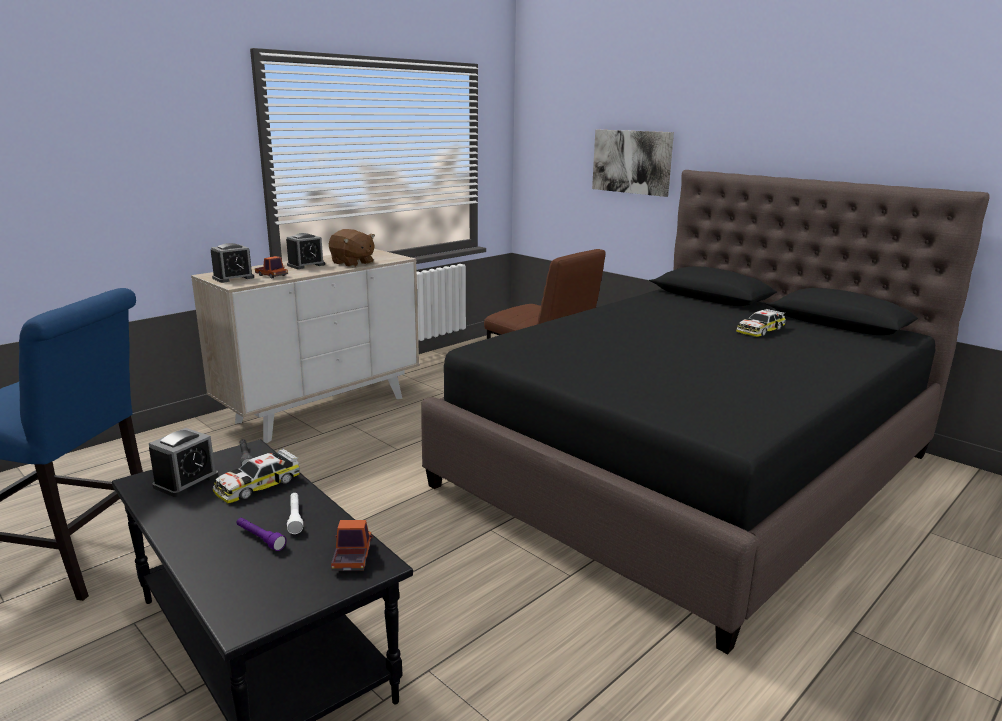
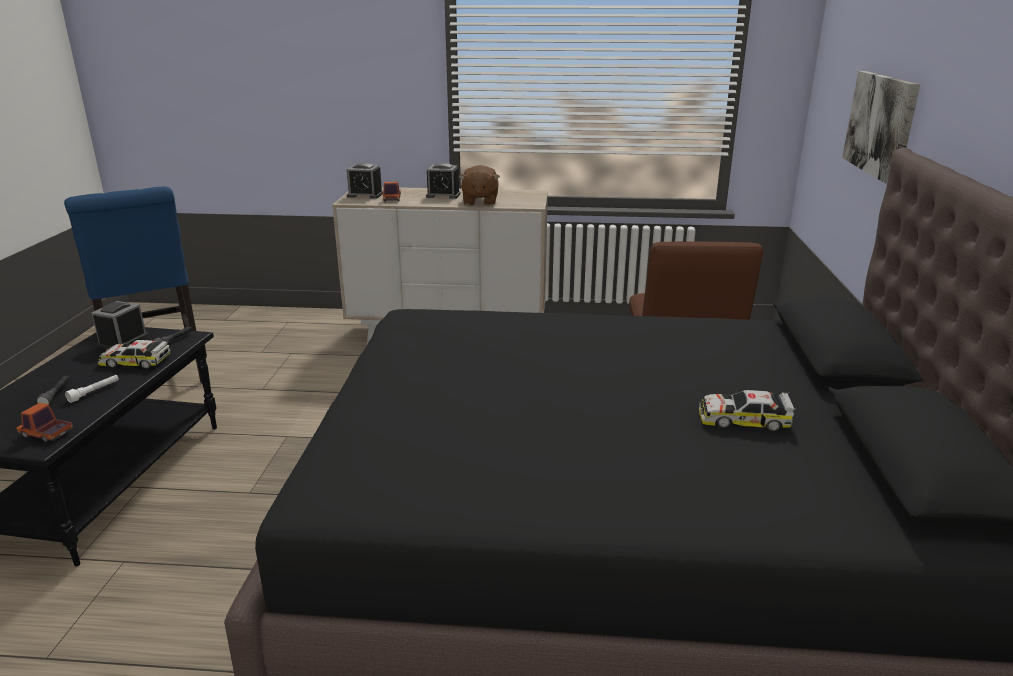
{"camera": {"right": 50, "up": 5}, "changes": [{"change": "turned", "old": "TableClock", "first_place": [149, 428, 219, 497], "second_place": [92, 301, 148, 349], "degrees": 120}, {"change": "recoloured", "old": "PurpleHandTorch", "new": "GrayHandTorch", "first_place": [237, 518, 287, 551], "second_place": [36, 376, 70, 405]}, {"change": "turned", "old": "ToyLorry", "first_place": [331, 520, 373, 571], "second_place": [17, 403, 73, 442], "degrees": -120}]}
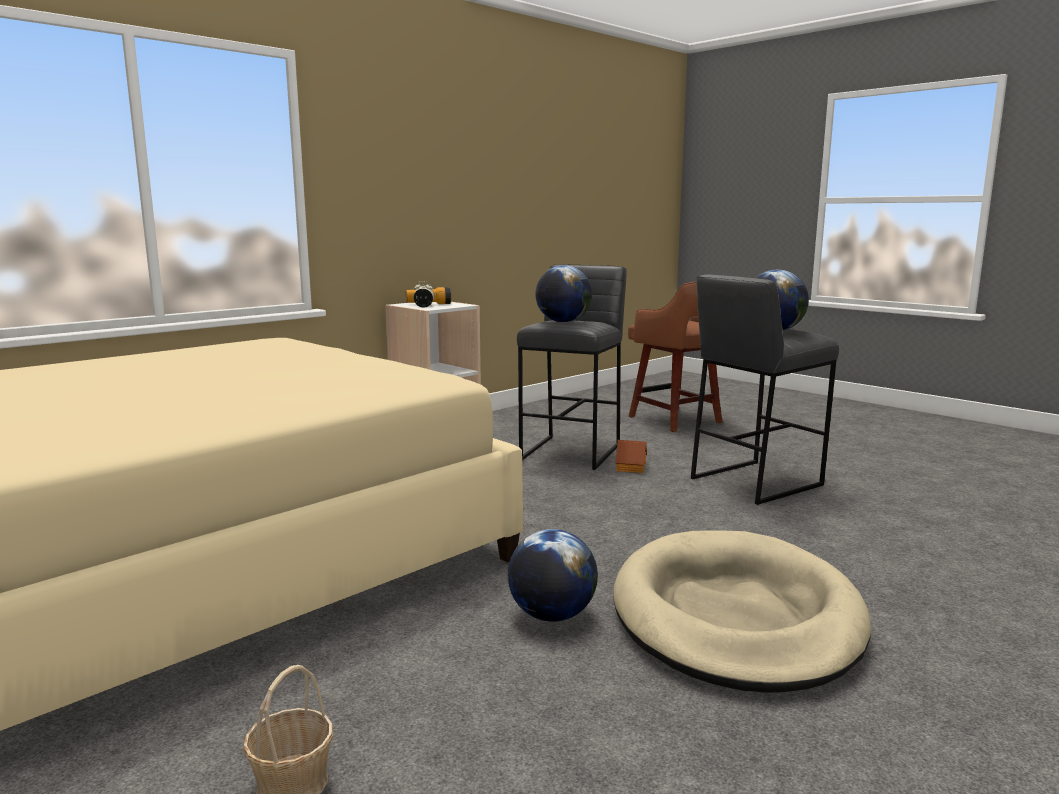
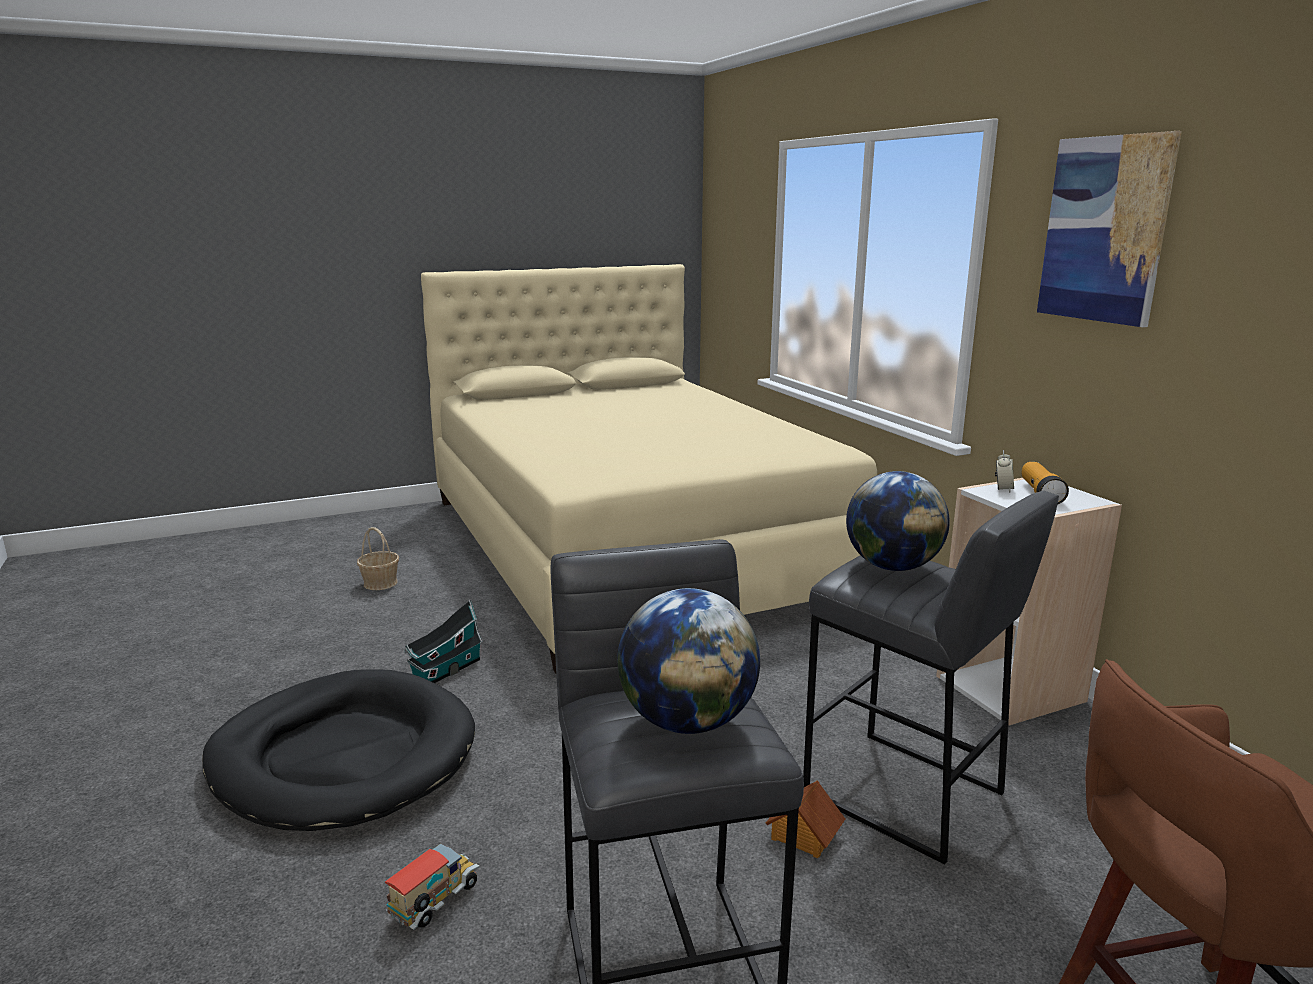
{"camera": {"right": 110, "up": 5}, "changes": [{"change": "replaced", "old": "Globe", "new": "MiniatureHouse", "first_place": [508, 529, 598, 622], "second_place": [405, 600, 483, 683]}, {"change": "recoloured", "old": "BeigeColouredDogBed", "new": "BlackColouredDogBed", "first_place": [613, 530, 871, 693], "second_place": [202, 669, 475, 831]}, {"change": "added", "new": "WallPicture", "second_place": [1037, 131, 1182, 327]}, {"change": "added", "new": "ToyLorry", "second_place": [385, 844, 480, 930]}]}
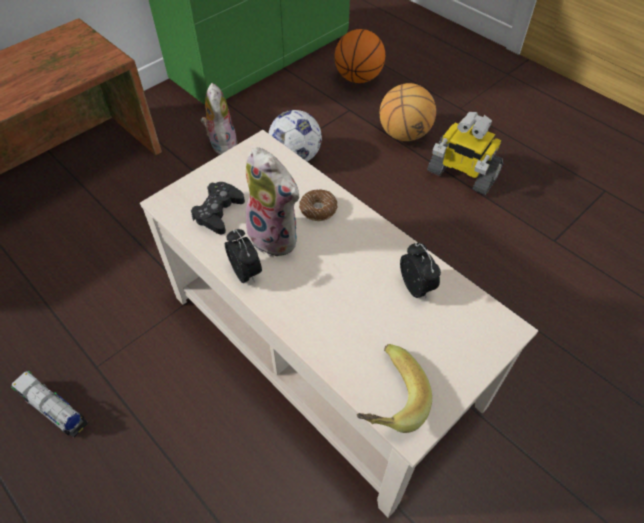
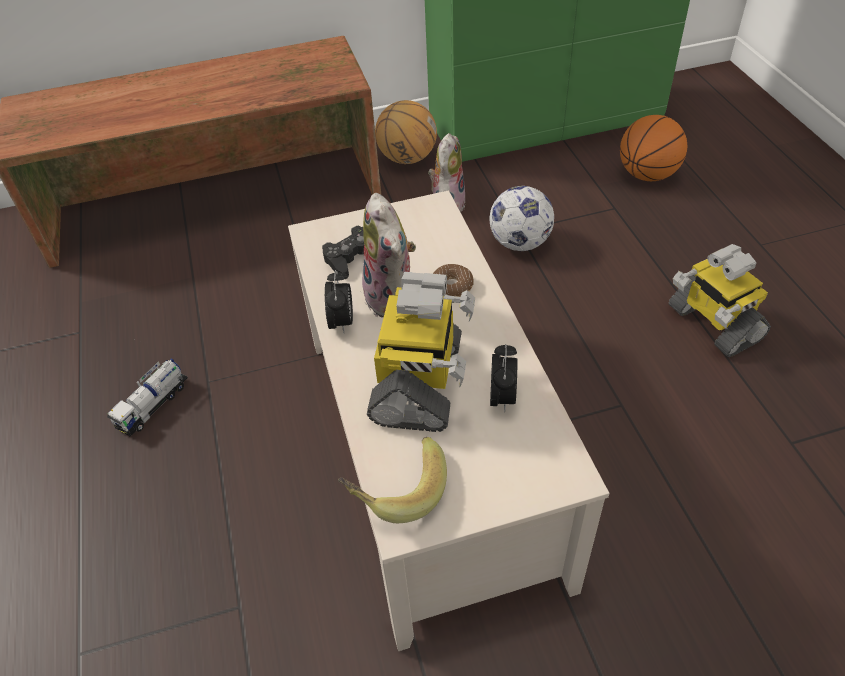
{"camera": {"right": 30, "up": -5}, "changes": [{"change": "moved", "old": "BasketballBall", "first_place": [380, 83, 436, 141], "second_place": [375, 100, 437, 164]}, {"change": "turned", "old": "ToyLorry", "first_place": [11, 371, 88, 437], "second_place": [107, 359, 188, 436], "degrees": -120}, {"change": "added", "new": "RobotFigure", "second_place": [367, 272, 475, 432]}]}
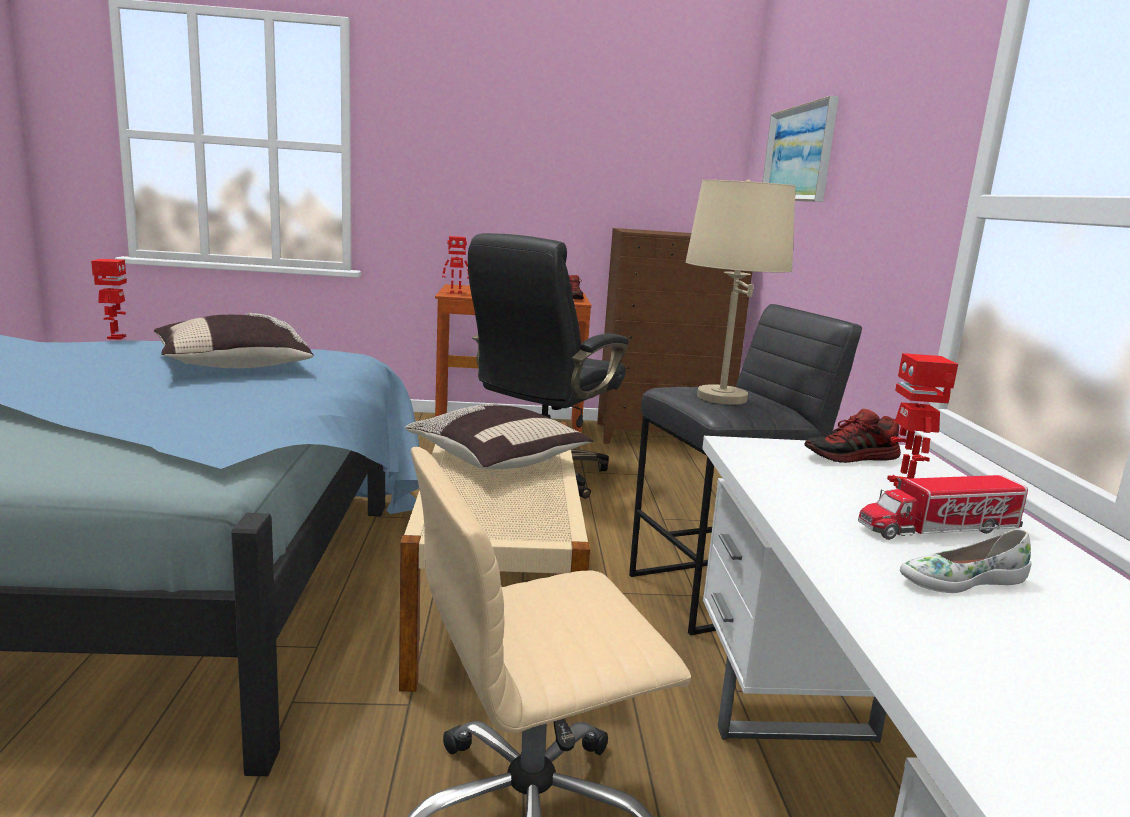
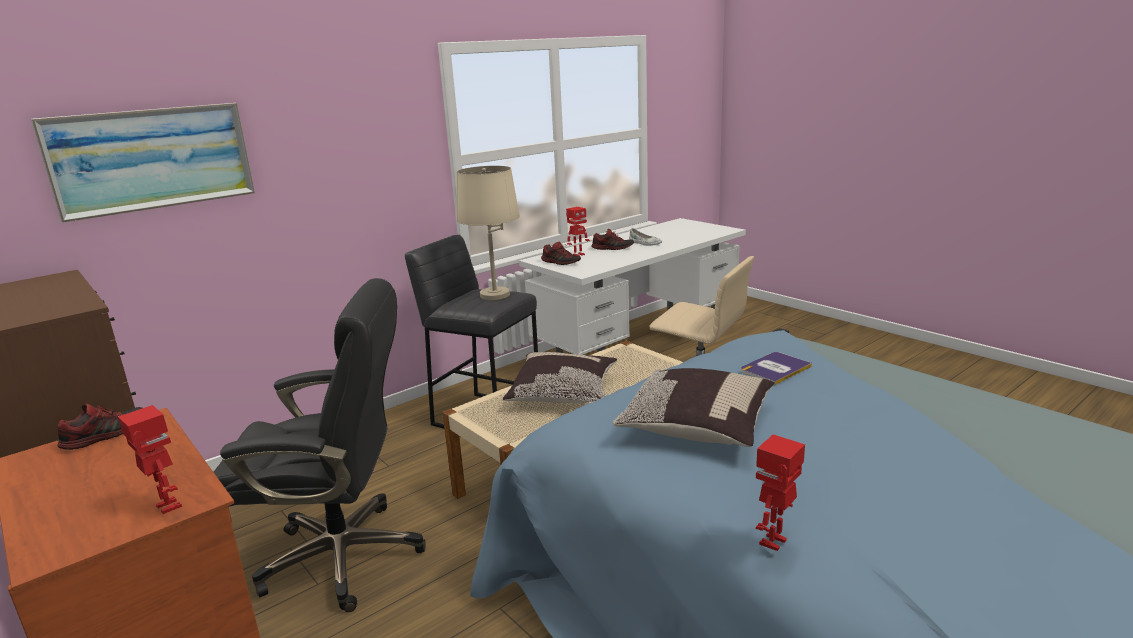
{"camera": {"right": -125, "up": 5}, "changes": [{"change": "replaced", "old": "ToyLorry", "new": "ItemOfFootwear", "first_place": [858, 475, 1028, 540], "second_place": [591, 229, 634, 250]}, {"change": "added", "new": "BoundBook", "second_place": [741, 352, 812, 385]}]}
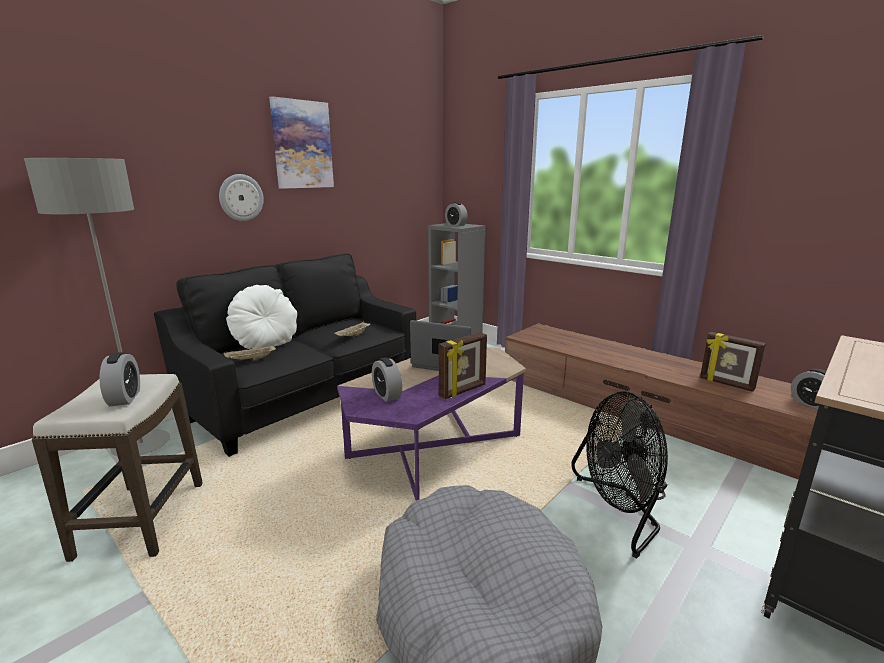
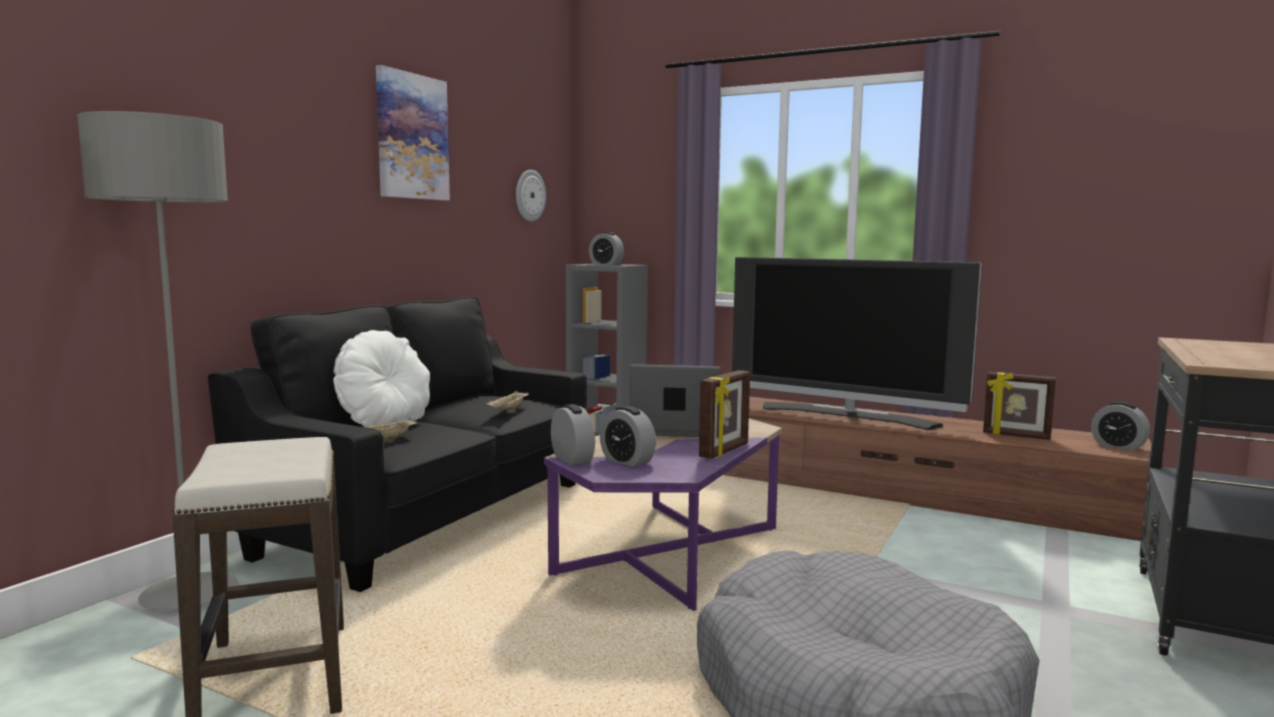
{"camera": {"right": -15, "up": -10}, "changes": [{"change": "moved", "old": "WallClock", "first_place": [219, 174, 264, 221], "second_place": [516, 170, 546, 222]}, {"change": "moved", "old": "TableClock", "first_place": [99, 352, 140, 406], "second_place": [551, 404, 595, 465]}, {"change": "removed", "old": "BlackColouredElectricFan", "first_place": [571, 392, 669, 559]}, {"change": "added", "new": "Tv", "second_place": [732, 257, 982, 430]}]}
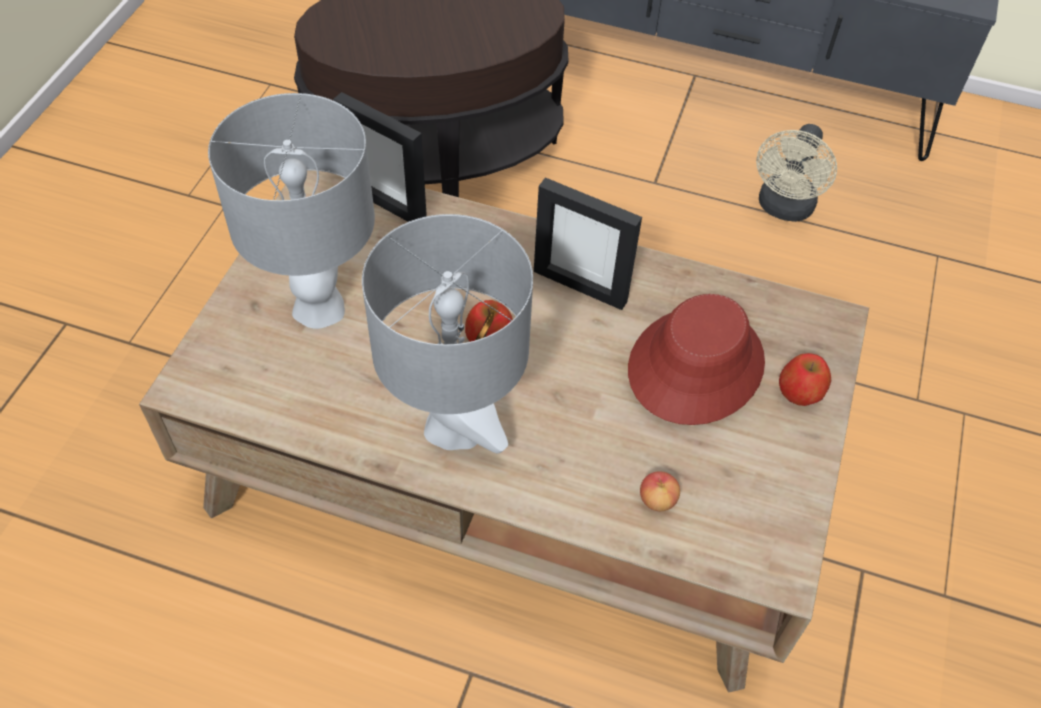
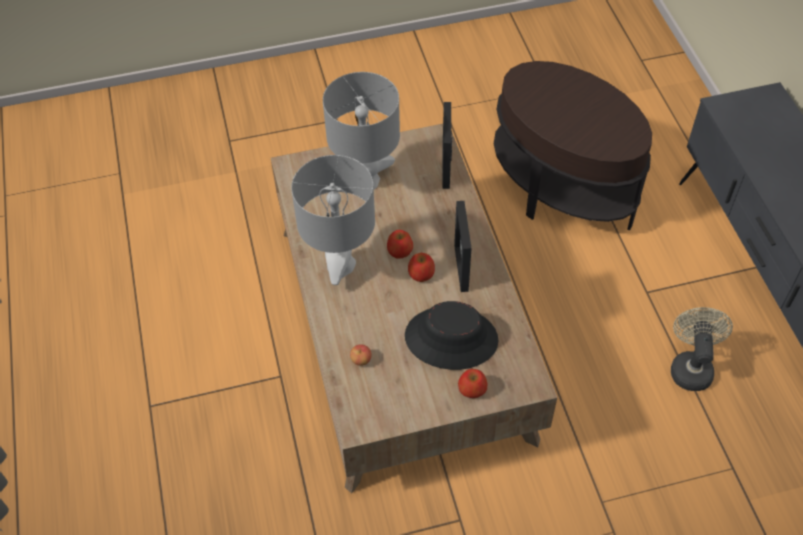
{"camera": {"right": 60, "up": 0}, "changes": [{"change": "turned", "old": "BeigeColouredElectricFan", "first_place": [756, 124, 837, 222], "second_place": [671, 307, 733, 391], "degrees": 105}, {"change": "recoloured", "old": "RedWearableHat", "new": "BlackColouredWearableHat", "first_place": [628, 294, 765, 425], "second_place": [405, 301, 499, 370]}, {"change": "added", "new": "Apple", "second_place": [408, 253, 435, 282]}]}
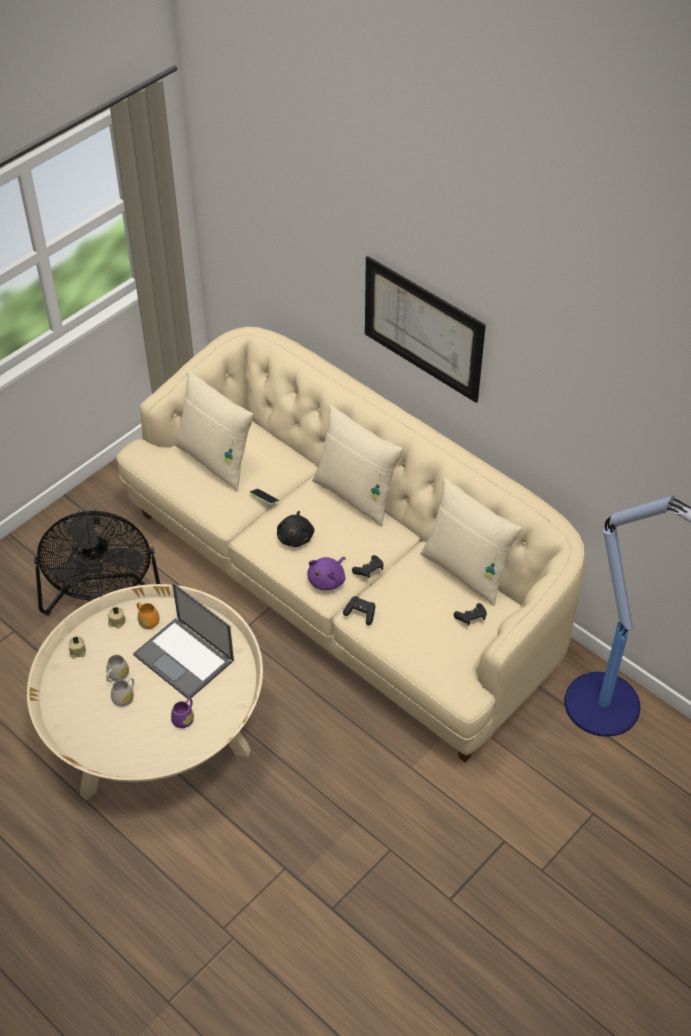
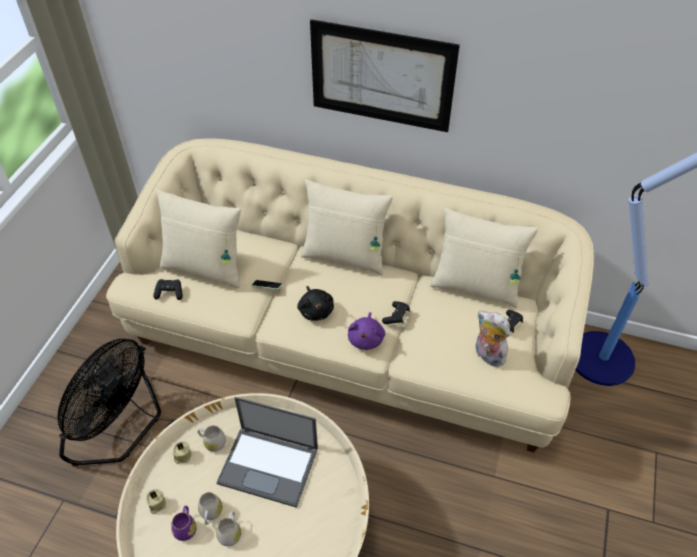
{"camera": {"right": -25, "up": 0}, "changes": [{"change": "turned", "old": "BlackColouredElectricFan", "first_place": [34, 511, 160, 616], "second_place": [58, 339, 176, 466], "degrees": 150}, {"change": "moved", "old": "BlackColouredGamepad", "first_place": [343, 596, 375, 625], "second_place": [153, 279, 183, 300]}, {"change": "recoloured", "old": "OrangeColouredCoffeeMug", "new": "WhiteCoffeeMug", "first_place": [137, 602, 160, 629], "second_place": [198, 425, 226, 452]}, {"change": "moved", "old": "PurpleCoffeeMug", "first_place": [171, 698, 194, 728], "second_place": [171, 506, 197, 541]}, {"change": "added", "new": "CuddlyToy", "second_place": [476, 311, 510, 367]}]}
